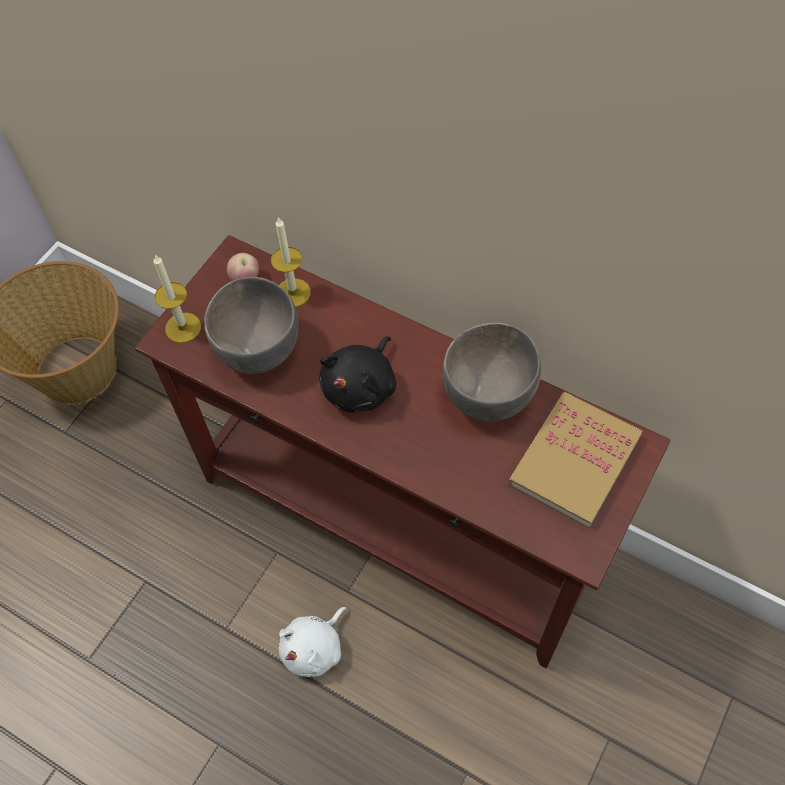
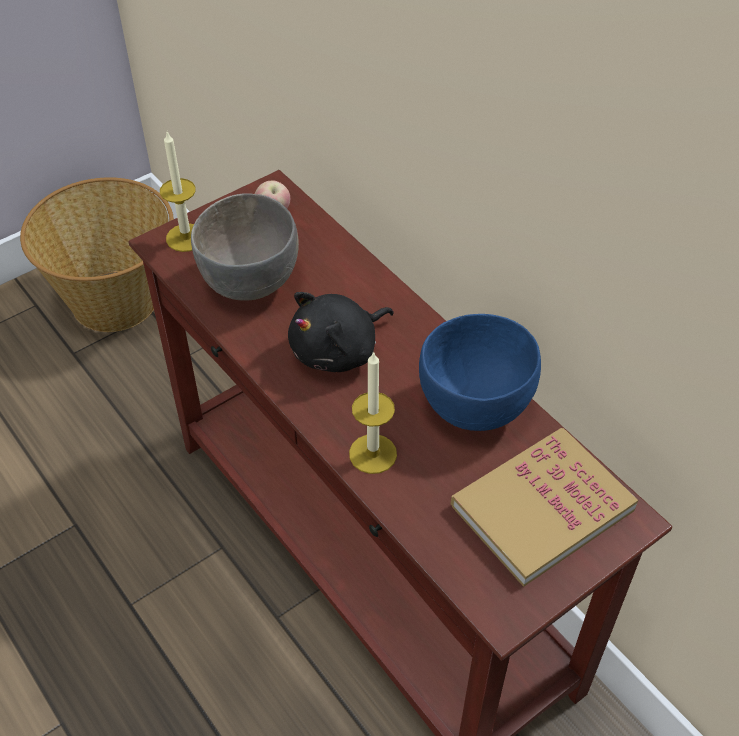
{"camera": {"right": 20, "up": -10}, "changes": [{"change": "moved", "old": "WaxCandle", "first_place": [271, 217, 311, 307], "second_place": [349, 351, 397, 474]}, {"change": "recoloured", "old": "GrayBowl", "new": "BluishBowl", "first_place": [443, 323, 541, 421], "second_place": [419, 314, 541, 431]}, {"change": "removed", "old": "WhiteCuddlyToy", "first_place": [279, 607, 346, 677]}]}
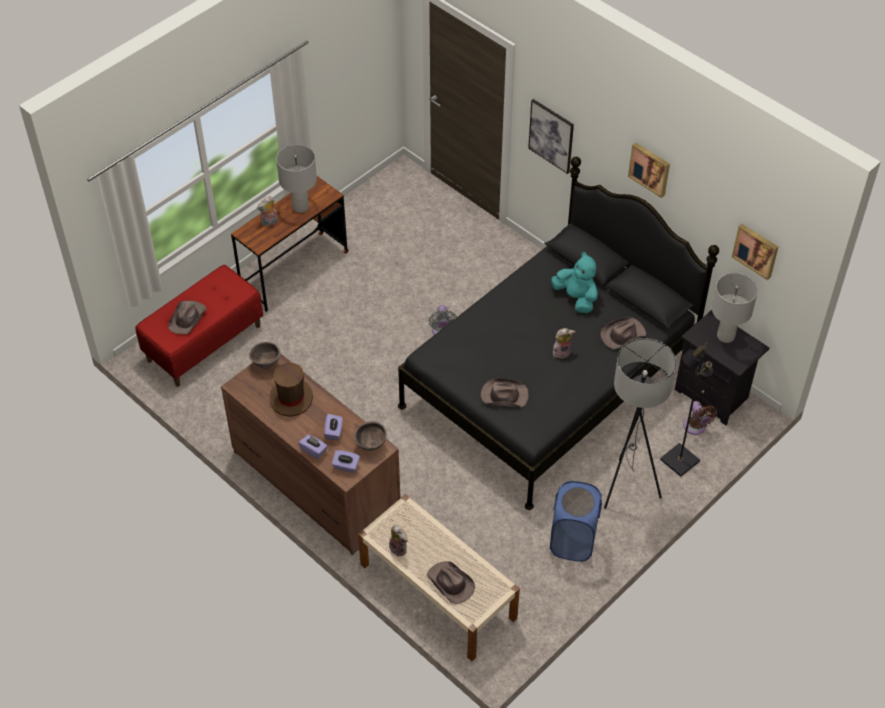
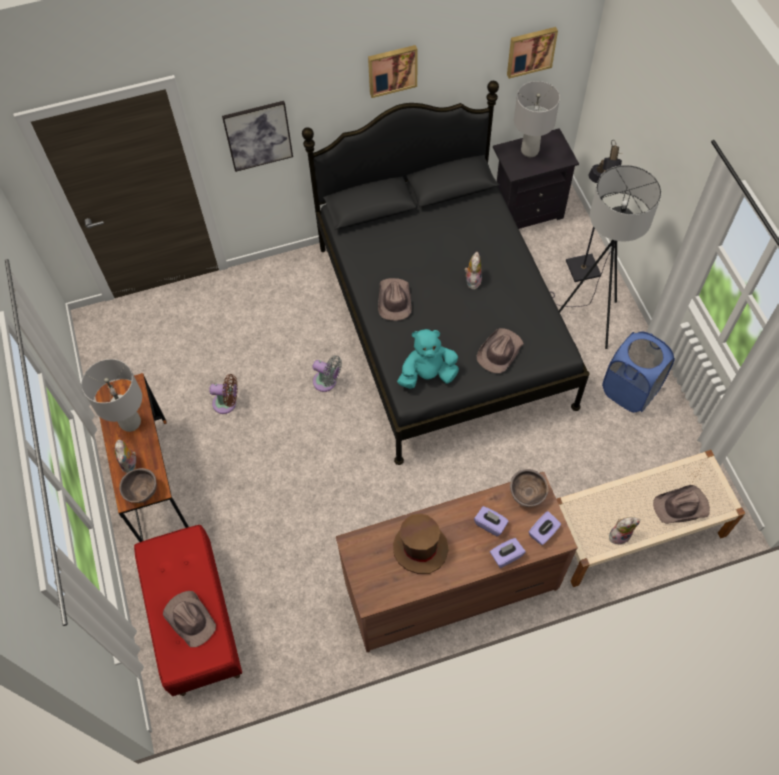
{"camera": {"right": -60, "up": 10}, "changes": [{"change": "moved", "old": "TurquoiseColouredCuddlyToy", "first_place": [551, 252, 598, 313], "second_place": [397, 329, 459, 389]}, {"change": "moved", "old": "BrownWearableHat", "first_place": [600, 317, 646, 349], "second_place": [378, 278, 412, 321]}, {"change": "moved", "old": "BrownBowl", "first_place": [249, 342, 280, 369], "second_place": [119, 468, 157, 503]}, {"change": "moved", "old": "BrownElectricFan", "first_place": [683, 401, 717, 435], "second_place": [209, 374, 238, 414]}]}
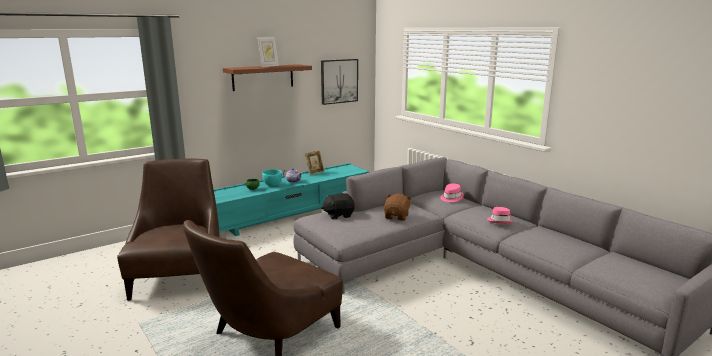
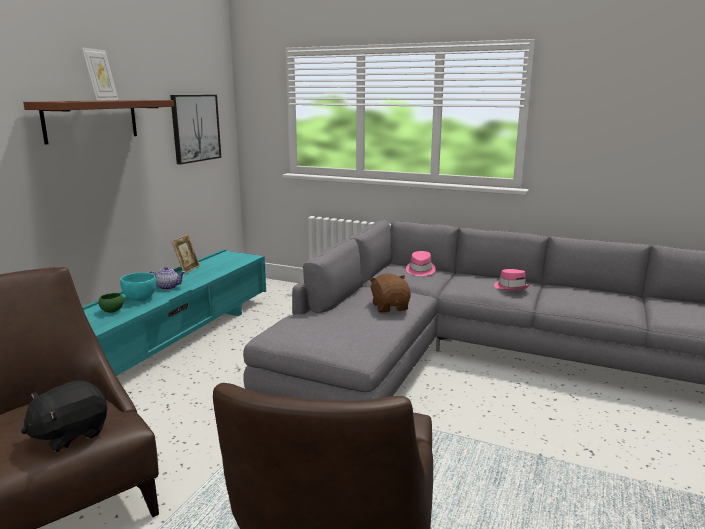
{"camera": {"right": -30, "up": 0}, "changes": [{"change": "moved", "old": "BlackColouredCuddlyToy", "first_place": [321, 193, 355, 220], "second_place": [21, 380, 108, 452]}]}
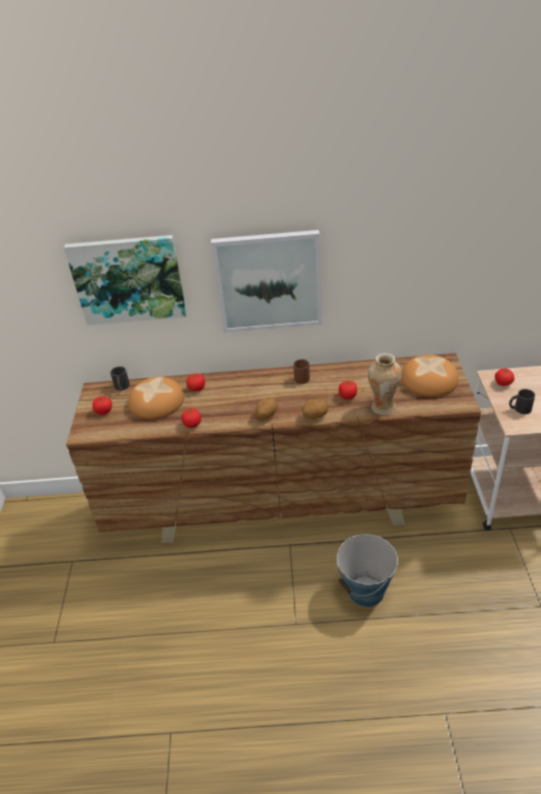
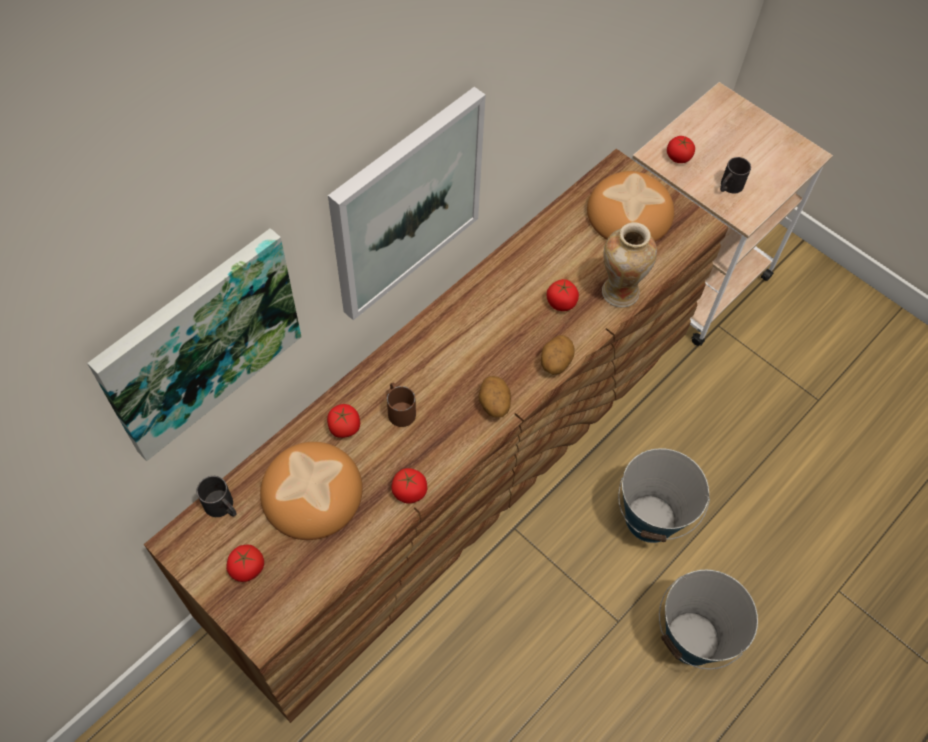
{"camera": {"right": -50, "up": 20}, "changes": [{"change": "moved", "old": "BrownCoffeeMug", "first_place": [293, 359, 310, 384], "second_place": [387, 383, 416, 427]}, {"change": "added", "new": "WaterBucket", "second_place": [659, 570, 758, 669]}]}
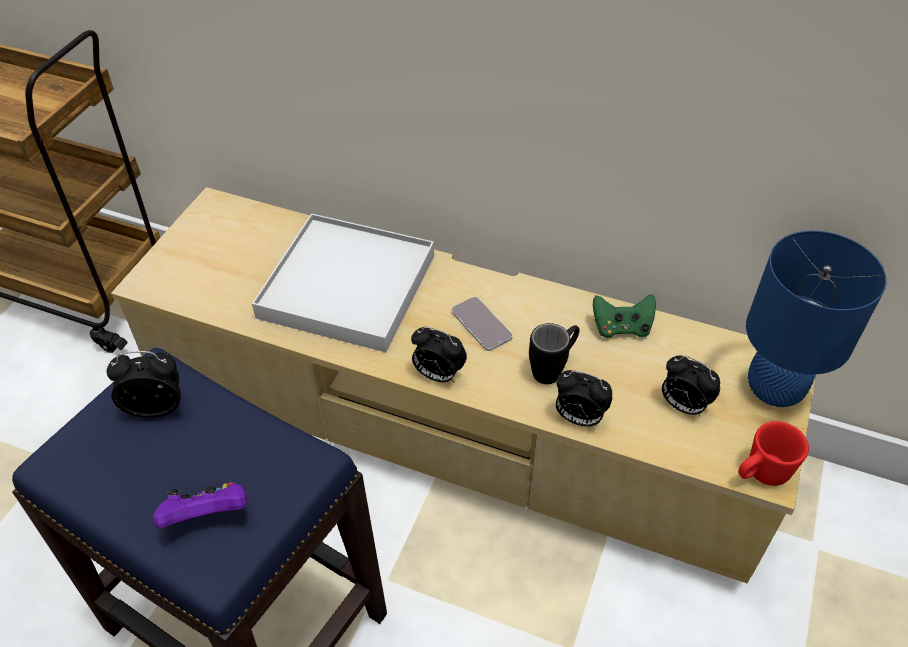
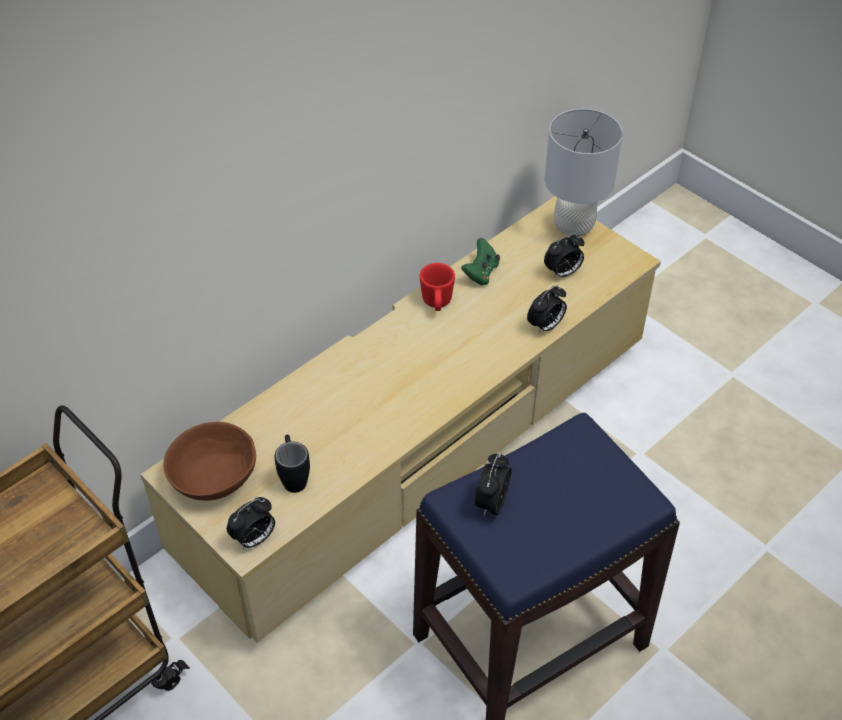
{"camera": {"right": -65, "up": 0}, "changes": [{"change": "removed", "old": "WhiteServingTray", "first_place": [252, 213, 434, 352]}, {"change": "recoloured", "old": "BluishTabletopLamp", "new": "GrayTabletopLamp", "first_place": [746, 231, 887, 407], "second_place": [545, 109, 623, 236]}, {"change": "removed", "old": "Phone", "first_place": [452, 297, 513, 351]}, {"change": "moved", "old": "BlackColouredCoffeeMug", "first_place": [529, 323, 579, 384], "second_place": [275, 435, 310, 493]}, {"change": "moved", "old": "TableClock", "first_place": [411, 327, 467, 382], "second_place": [227, 497, 275, 549]}, {"change": "moved", "old": "RedCoffeeMug", "first_place": [738, 421, 809, 486], "second_place": [420, 263, 455, 311]}, {"change": "removed", "old": "PurpleGamepad", "first_place": [153, 482, 247, 529]}, {"change": "added", "new": "BrownBowl", "second_place": [163, 422, 256, 501]}]}
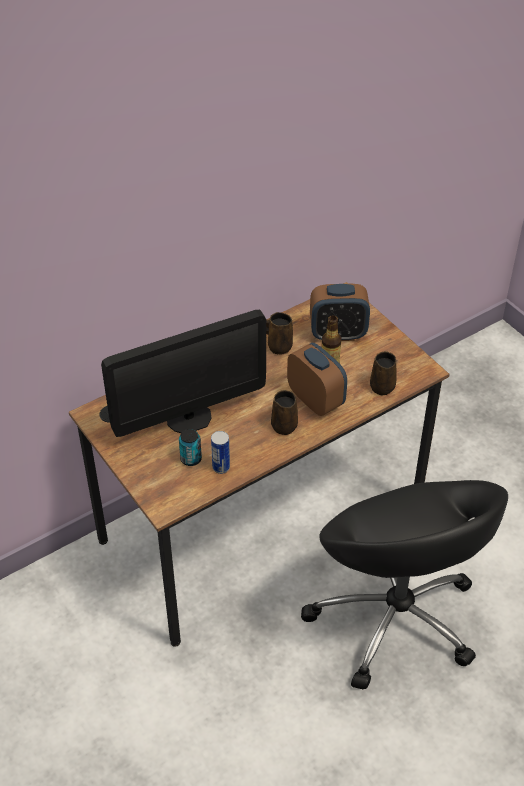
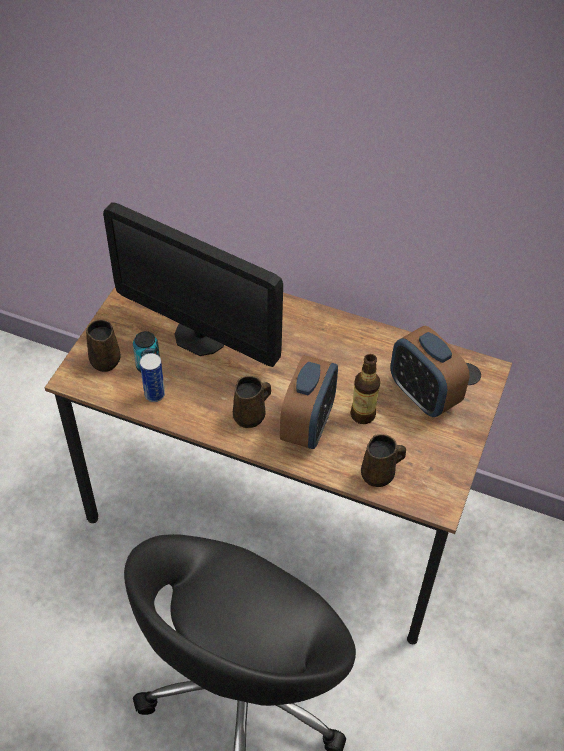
{"camera": {"right": 55, "up": 5}, "changes": [{"change": "moved", "old": "BrownCoffeeMug", "first_place": [266, 312, 293, 354], "second_place": [86, 319, 120, 372]}]}
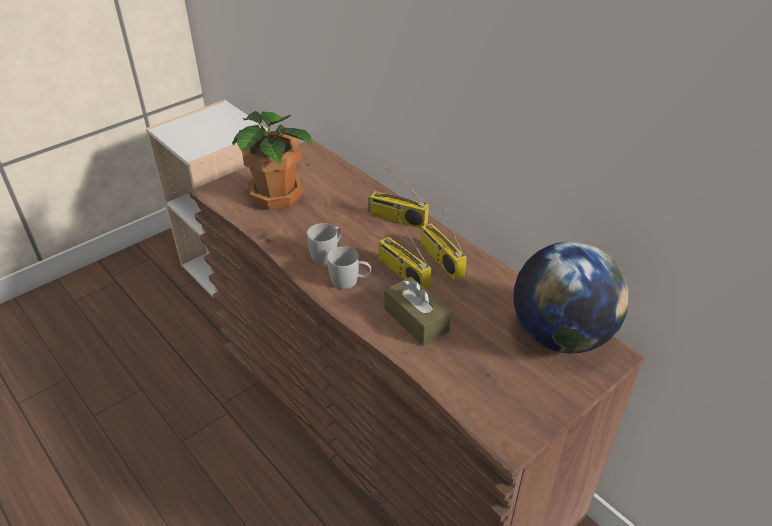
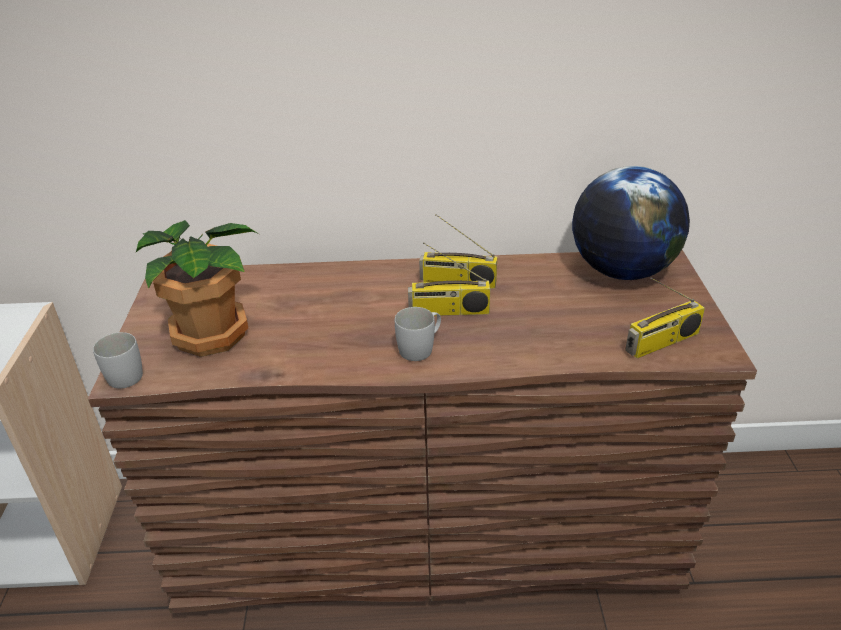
{"camera": {"right": -50, "up": -5}, "changes": [{"change": "moved", "old": "RadioSet", "first_place": [368, 164, 429, 229], "second_place": [625, 278, 705, 358]}, {"change": "moved", "old": "WhiteCoffeeMug", "first_place": [307, 223, 342, 264], "second_place": [93, 332, 143, 389]}, {"change": "removed", "old": "BrownBoxOfTissues", "first_place": [385, 277, 451, 346]}]}
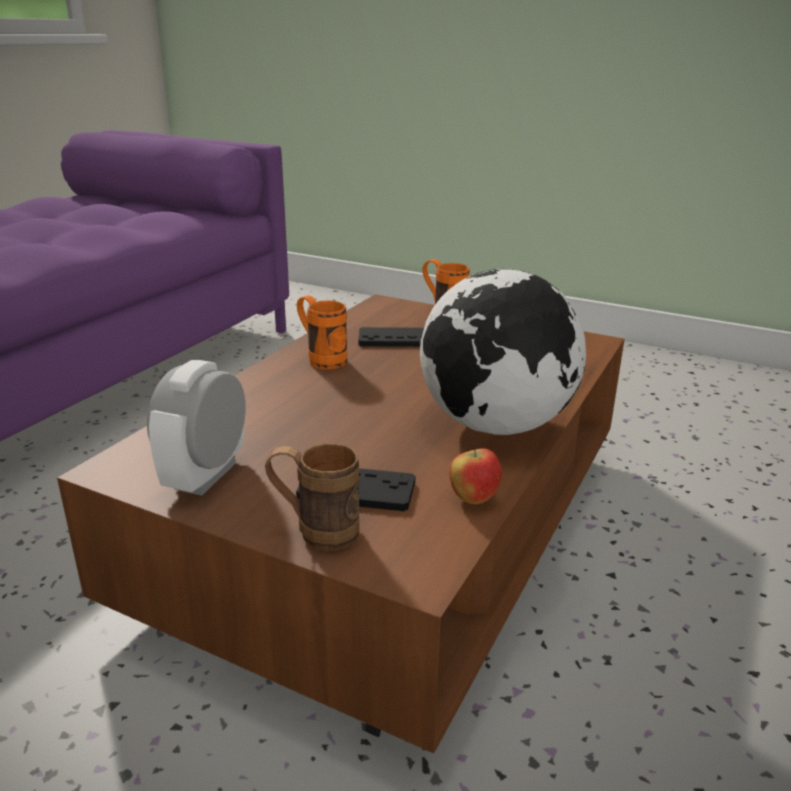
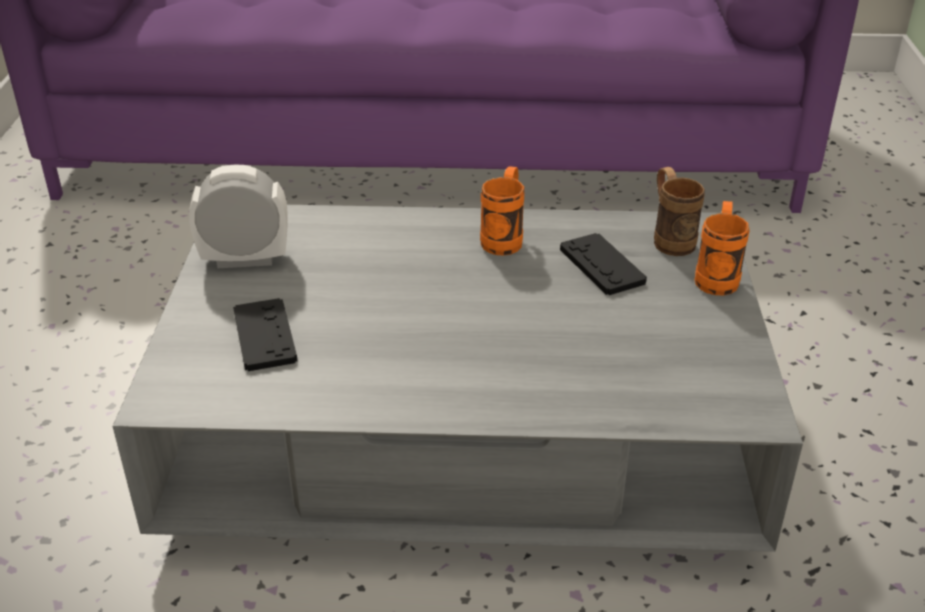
{"camera": {"right": 65, "up": 10}, "changes": [{"change": "removed", "old": "Globe", "first_place": [420, 269, 586, 435]}, {"change": "recoloured", "old": "BrownLowTable", "new": "GrayLowTable", "first_place": [57, 294, 625, 754], "second_place": [113, 205, 803, 552]}, {"change": "moved", "old": "BrownCoffeeMug", "first_place": [265, 443, 359, 551], "second_place": [654, 167, 705, 256]}, {"change": "removed", "old": "Apple", "first_place": [450, 443, 502, 504]}]}
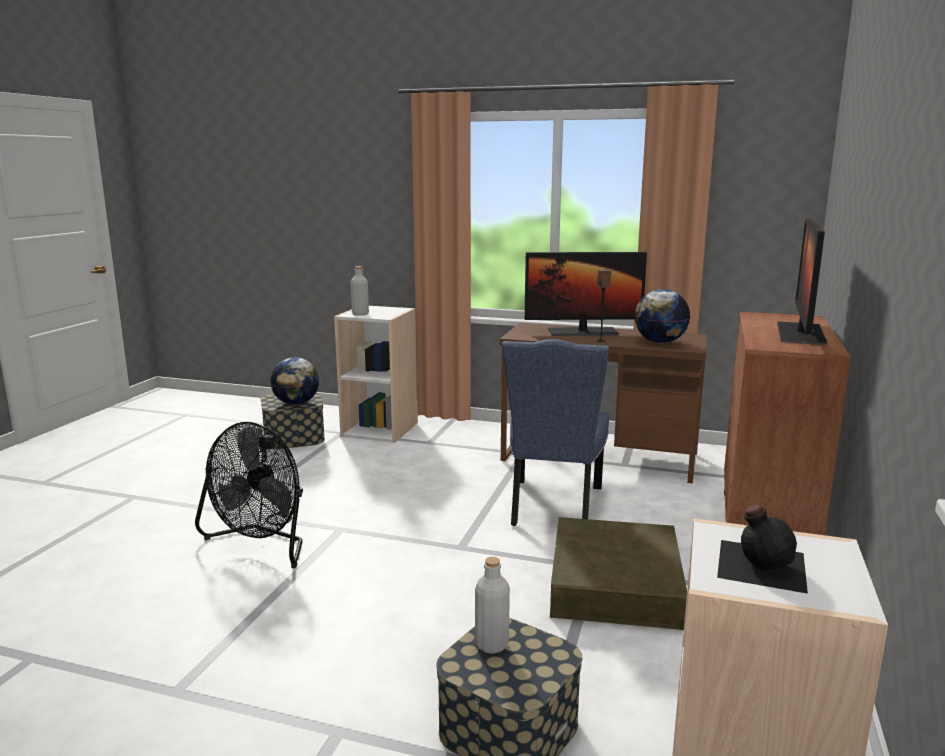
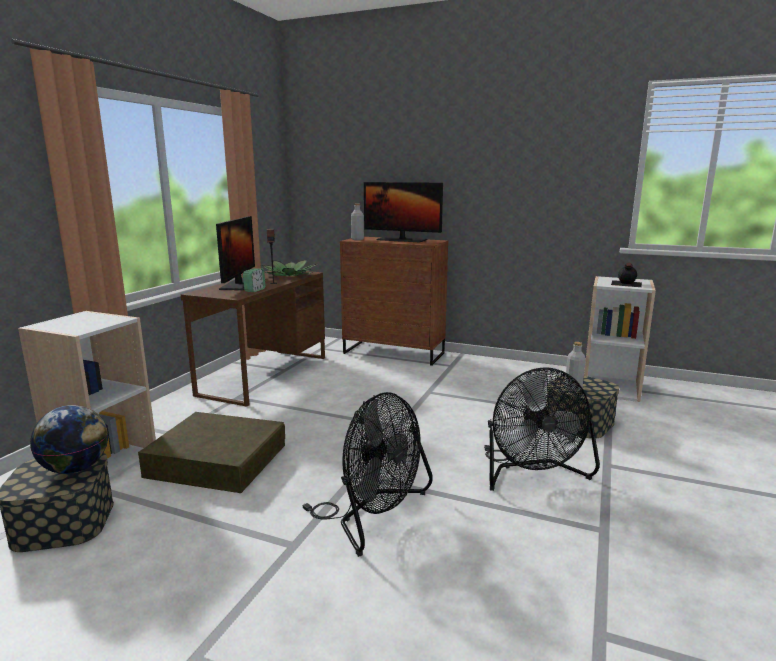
{"camera": {"right": -85, "up": 0}, "changes": [{"change": "moved", "old": "GrayBeverageBottle", "first_place": [351, 266, 369, 316], "second_place": [351, 204, 364, 240]}, {"change": "replaced", "old": "Globe", "new": "PottedPlant", "first_place": [634, 289, 690, 343], "second_place": [261, 260, 317, 276]}, {"change": "removed", "old": "BluishPlainChair", "first_place": [502, 339, 609, 526]}, {"change": "moved", "old": "BrownStorageBin", "first_place": [550, 517, 687, 630], "second_place": [138, 412, 285, 493]}, {"change": "added", "new": "TableClock", "second_place": [243, 268, 266, 292]}, {"change": "added", "new": "BlackColouredElectricFan", "second_place": [484, 368, 600, 491]}]}
